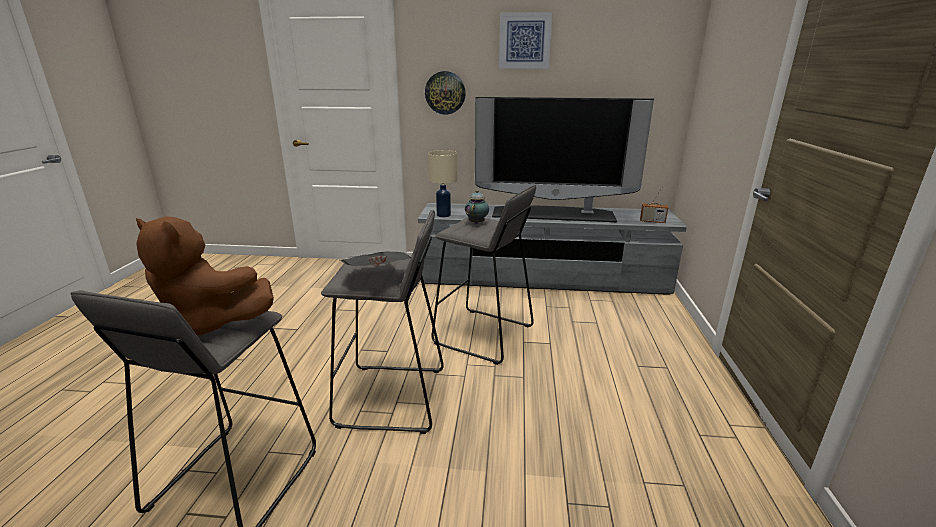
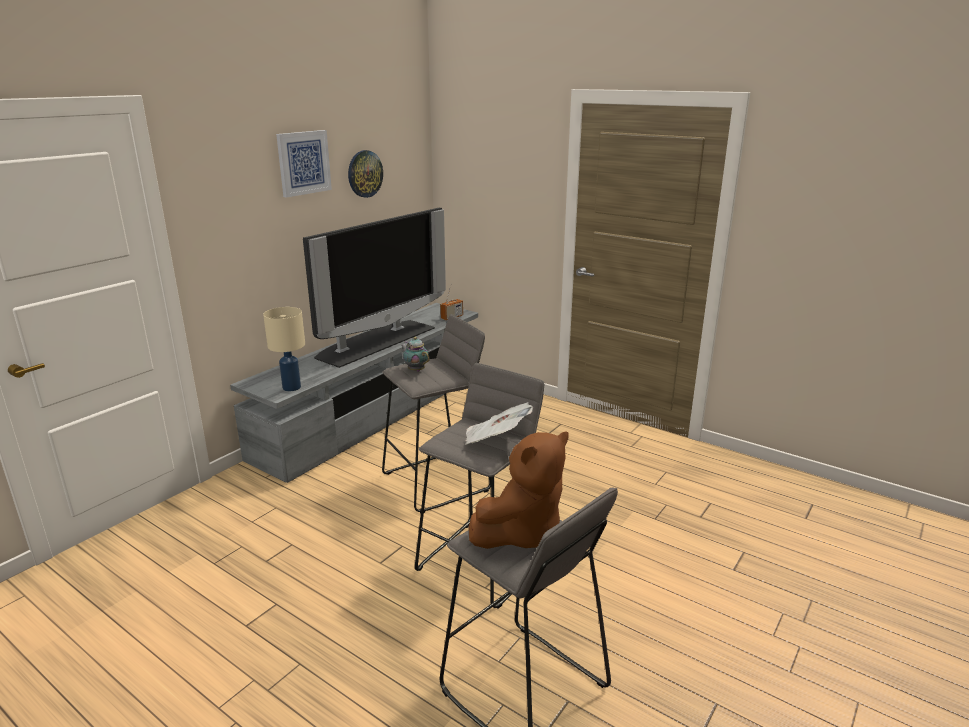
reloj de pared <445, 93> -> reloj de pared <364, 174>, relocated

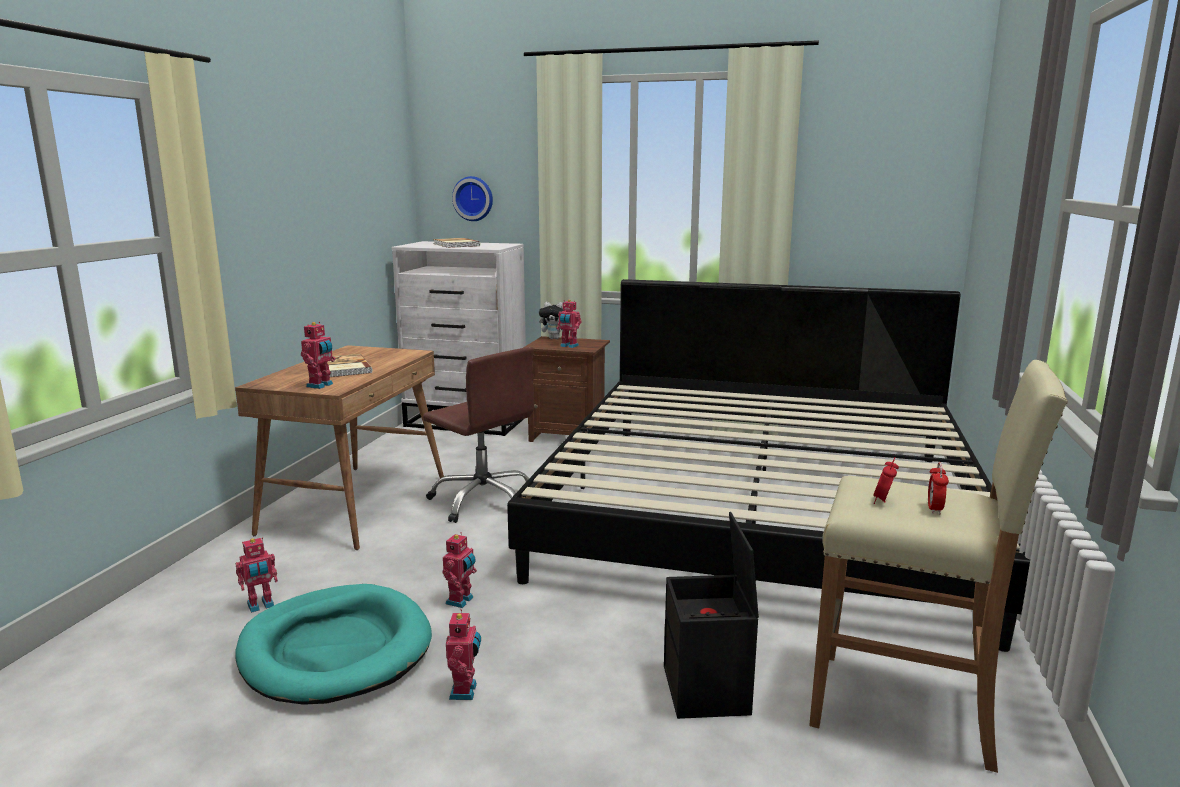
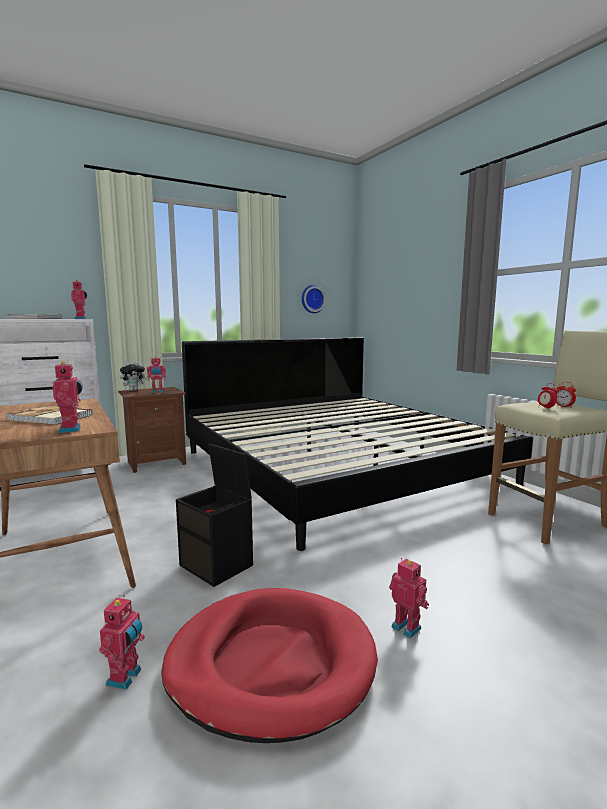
reloj de pared <473, 198> -> reloj de pared <312, 299>, relocated
silla de oficina (marrón) <484, 500> -> none
caja de almacenaje (negro) <707, 691> -> caja de almacenaje (negro) <218, 565>, relocated
robot de juguete <461, 601> -> robot de juguete <81, 318>, relocated
cama para perro (turquesa) <335, 649> -> cama para perro (rojo) <271, 663>

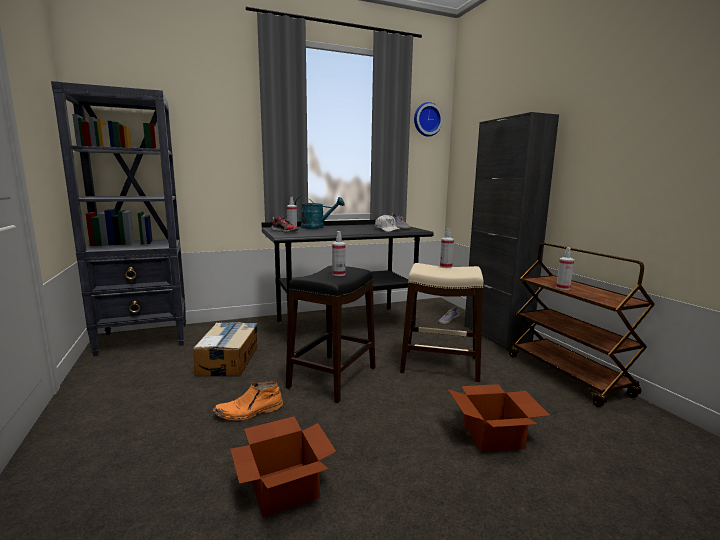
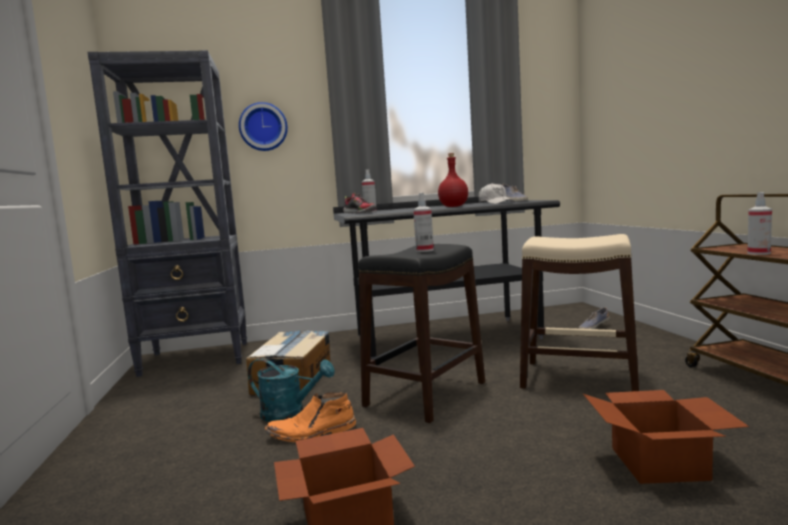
reloj de pared <426, 119> -> reloj de pared <263, 127>, relocated
armario (negro) <496, 335> -> none
regadera (turquesa) <317, 227> -> regadera (turquesa) <290, 413>, relocated
pulverizador <445, 267> -> none
none -> botella (rojo) <454, 206>

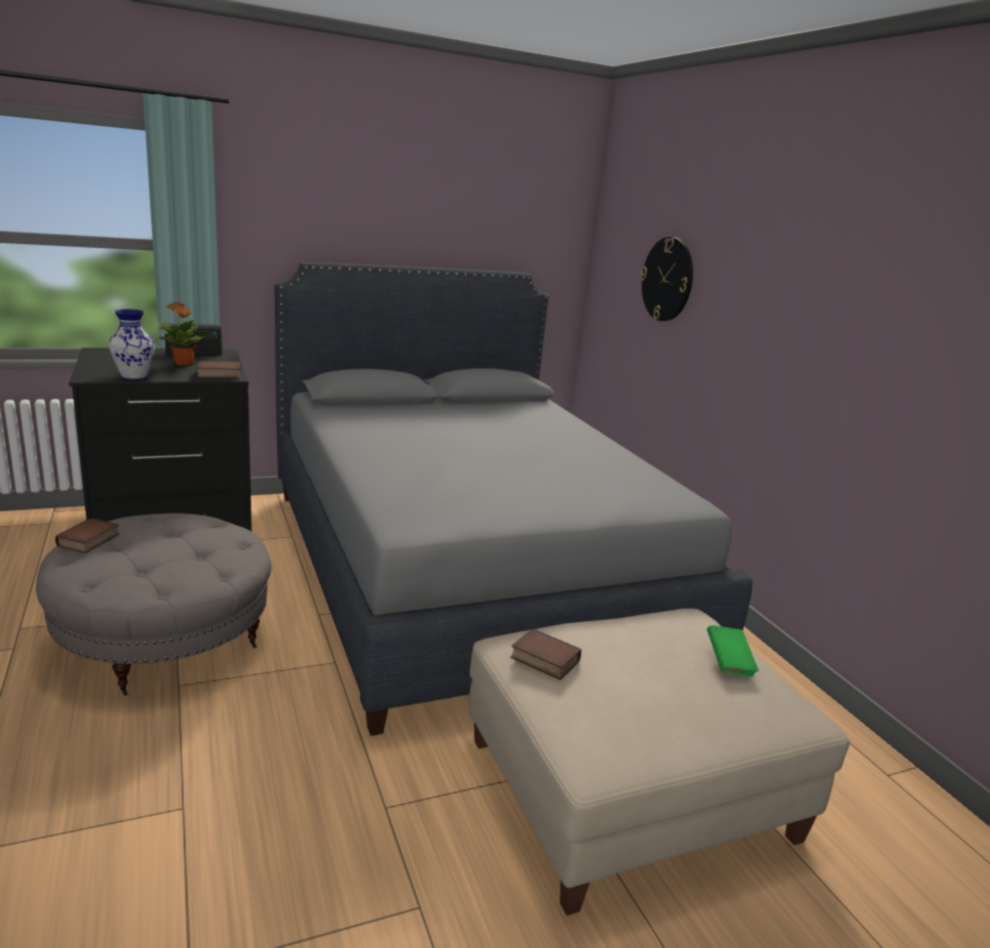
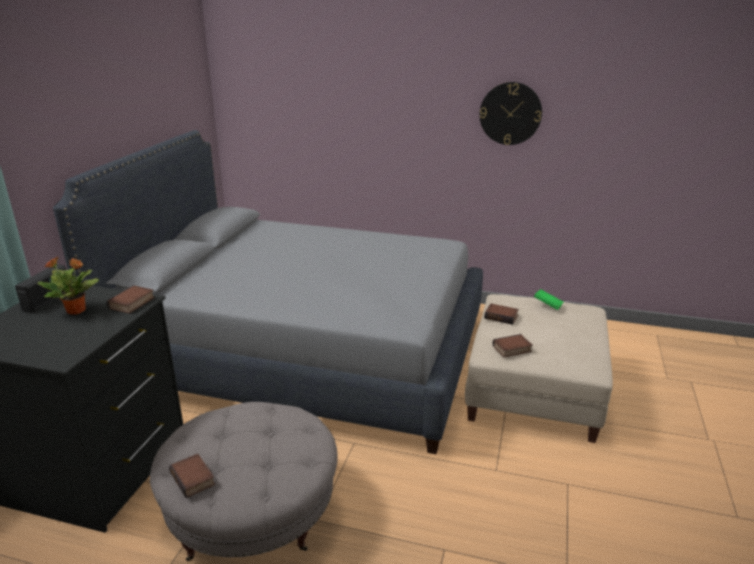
reloj de pared <667, 279> -> reloj de pared <510, 113>, relocated
florero <133, 377> -> none
none -> libro <501, 316>

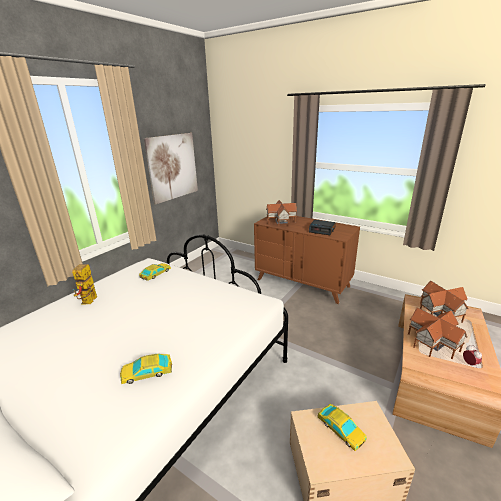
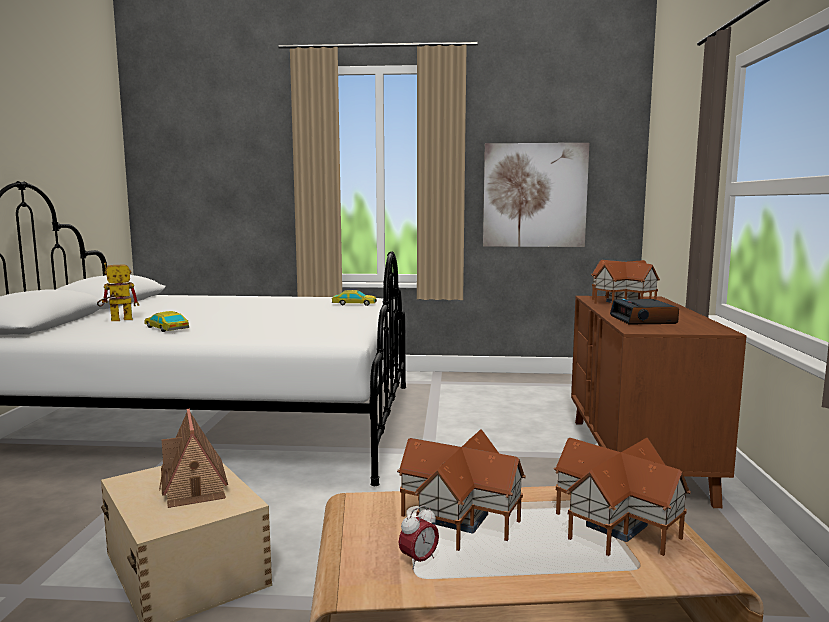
robot de juguete <89, 302> -> robot de juguete <116, 320>, relocated
coche de juguete <341, 429> -> casita <194, 486>

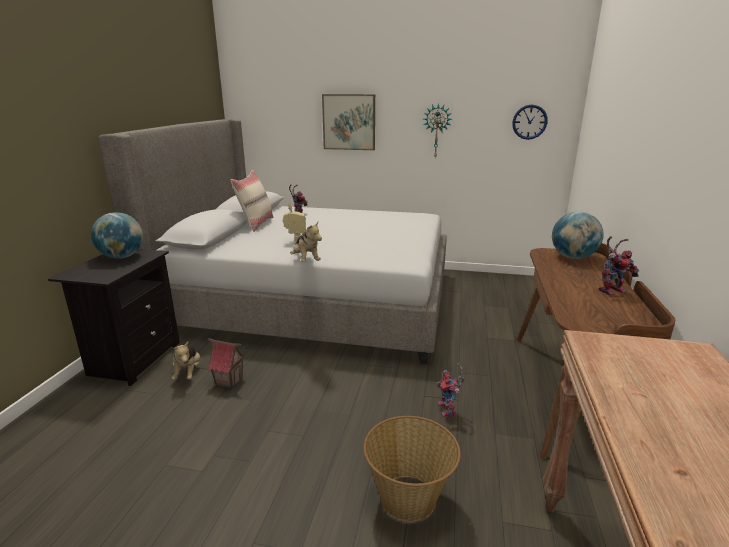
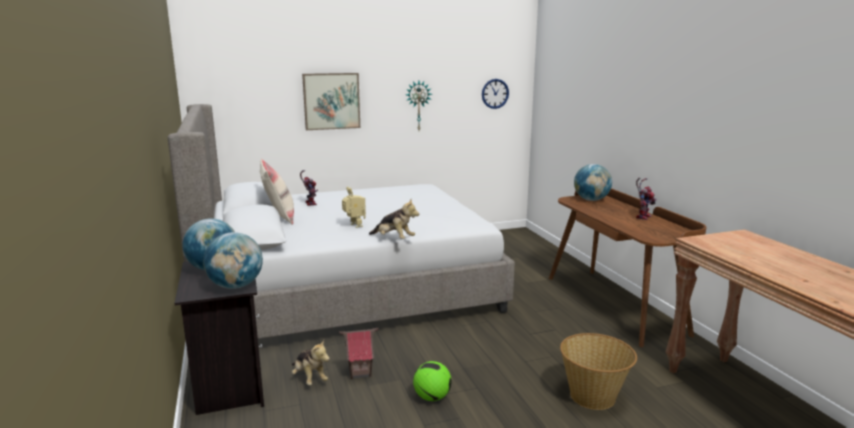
robot de juguete <449, 411> -> none
none -> globo terráqueo <236, 286>
none -> balón de fútbol <432, 397>

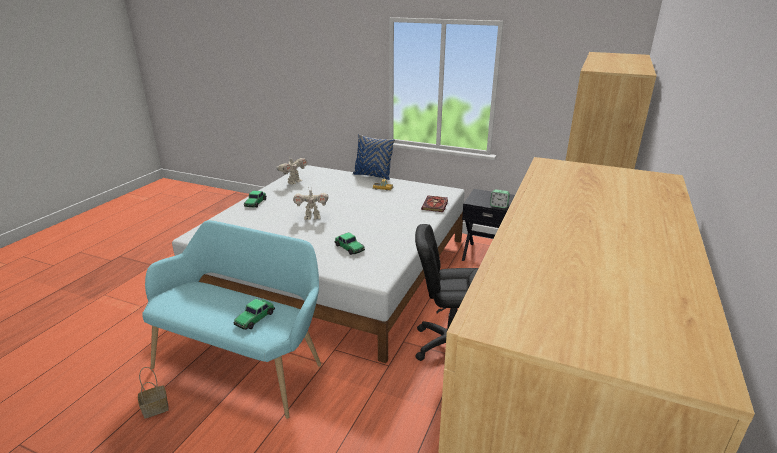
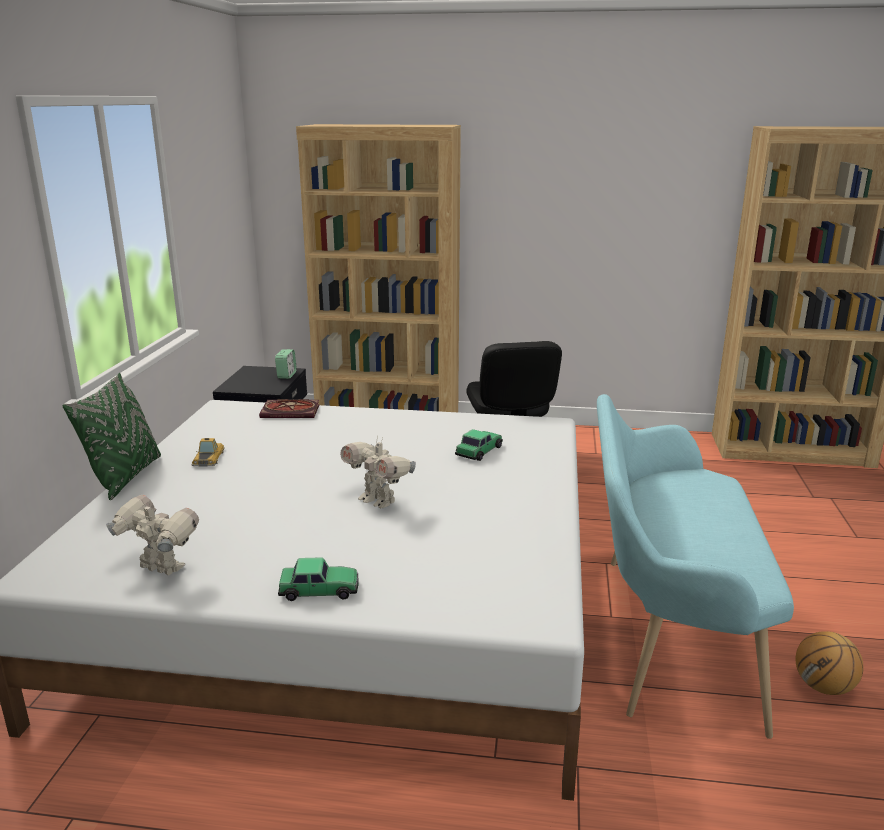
cojín (azul) <373, 175> -> cojín (verde) <125, 477>
robot de juguete <312, 217> -> robot de juguete <378, 501>, 150 degrees clockwise
coche de juguete <254, 318> -> none
cesta <154, 409> -> balón de baloncesto <823, 687>

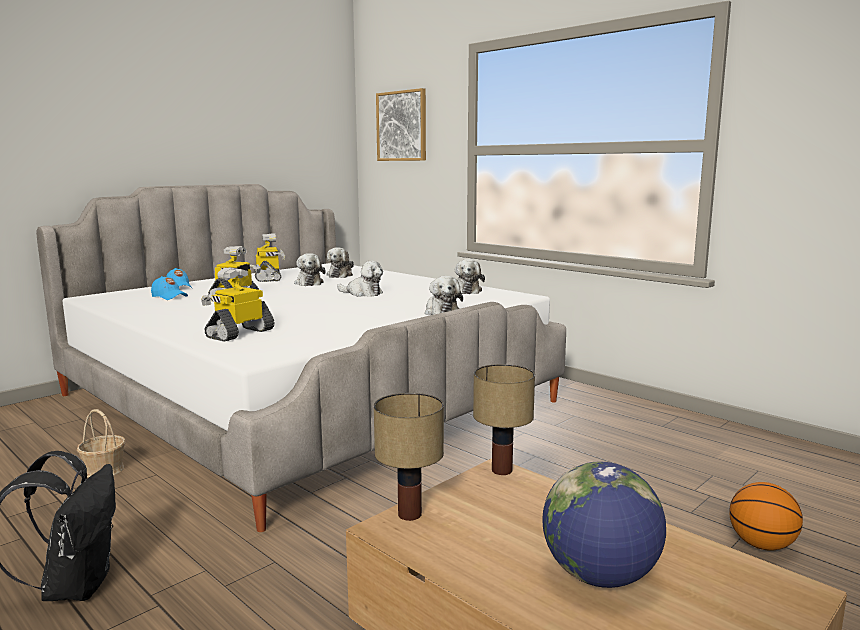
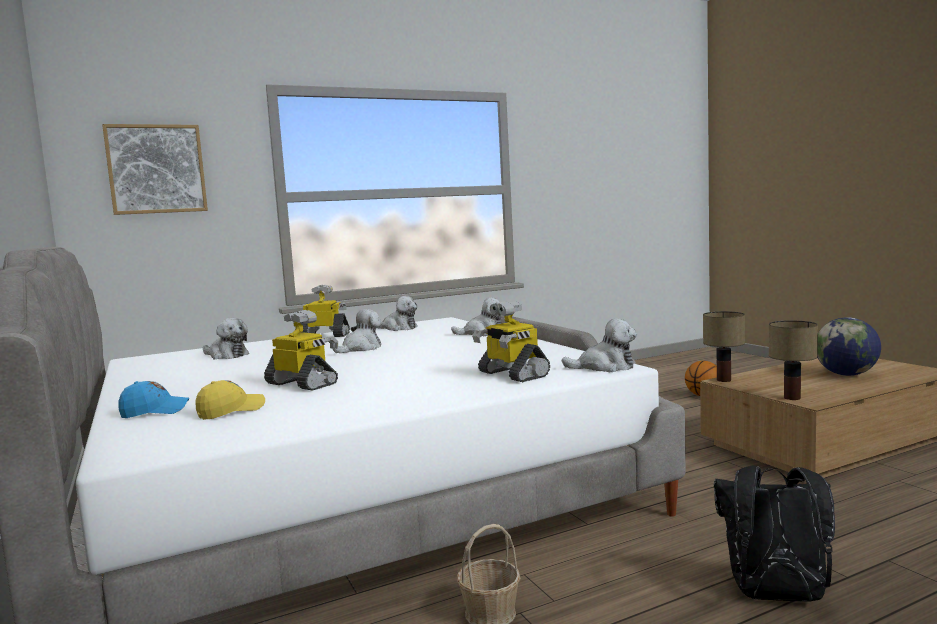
robot de juguete <268, 278> -> robot de juguete <325, 336>, relocated
peluche <309, 283> -> peluche <604, 367>, relocated
gorra (azul) <169, 297> -> gorra (amarillo) <231, 411>

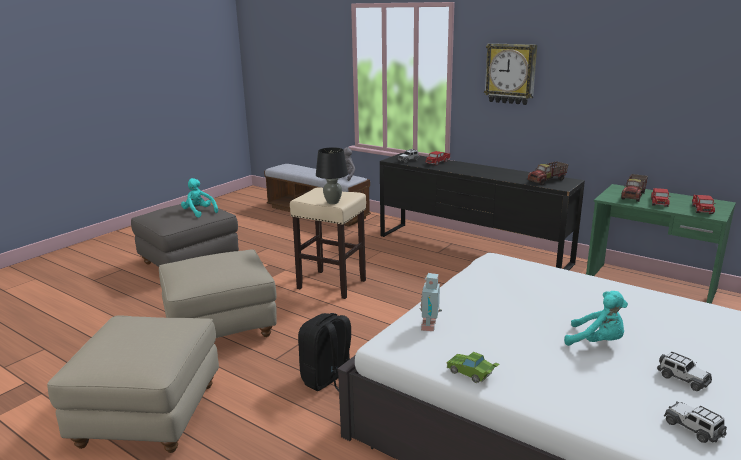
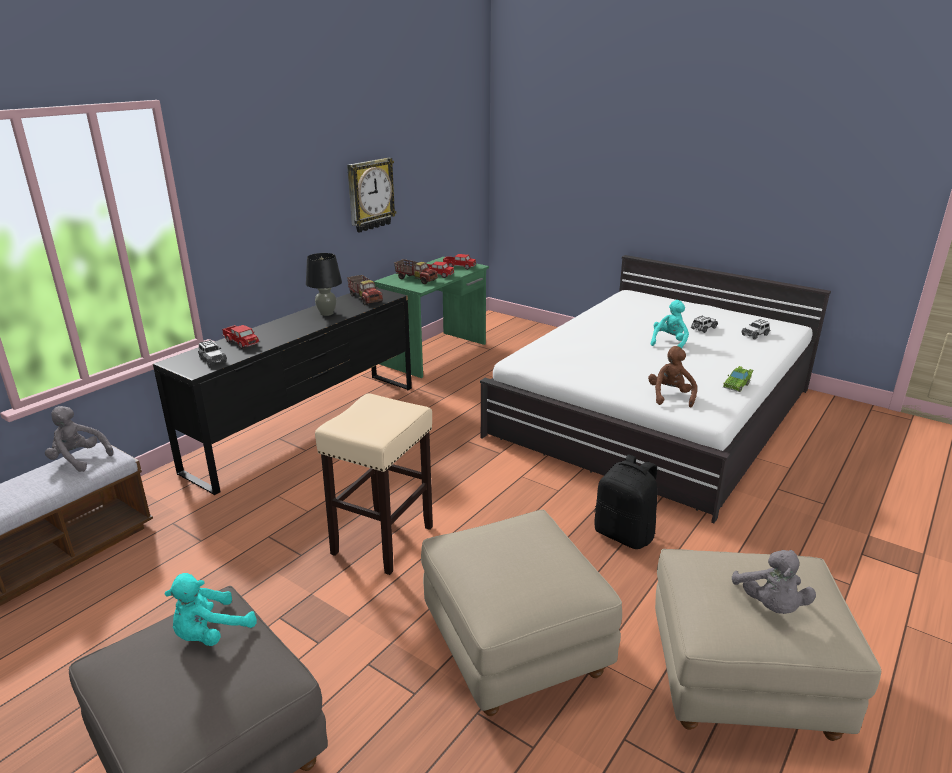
reloj de pared <510, 73> -> reloj de pared <370, 194>, relocated
lámpara de mesa (negro) <333, 202> -> lámpara de mesa (negro) <327, 313>, relocated
robot de juguete <430, 326> -> peluche (marrón) <670, 396>
none -> peluche (gris) <770, 606>

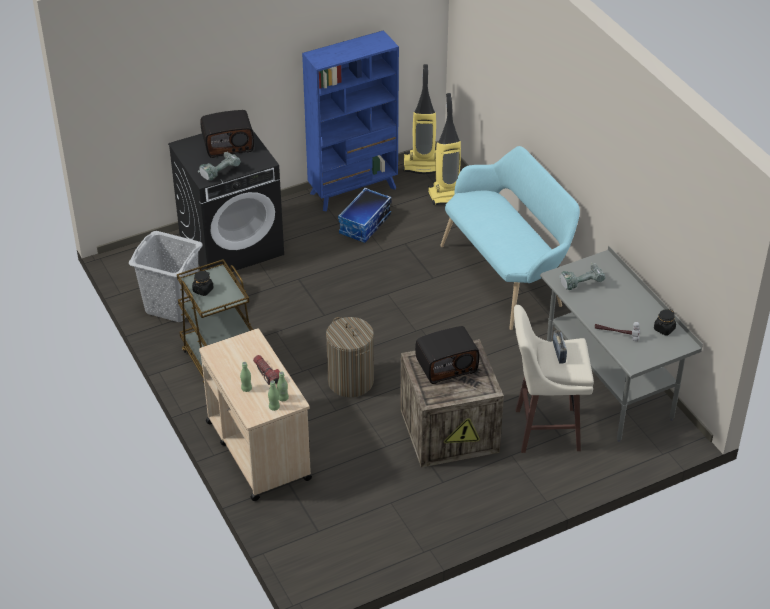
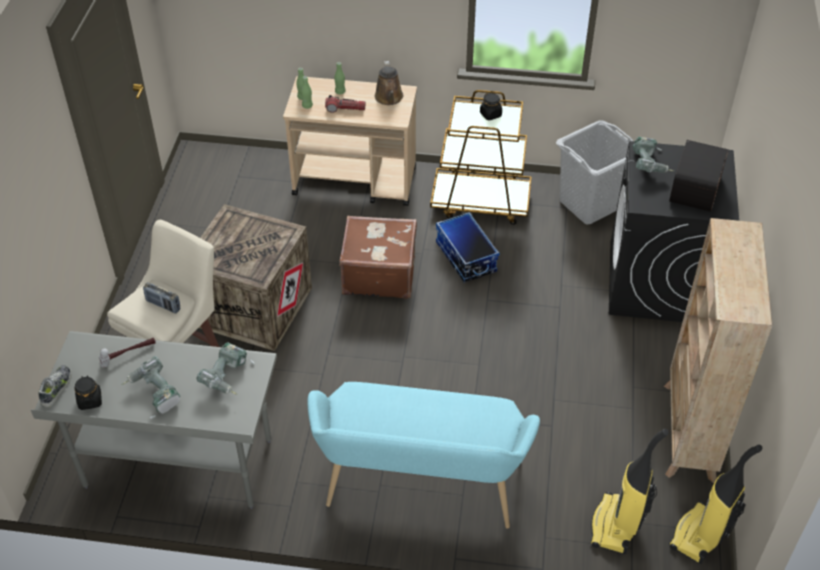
estantería (azul) <353, 191> -> estantería (beis) <688, 432>
caja de almacenaje <365, 225> -> caja de almacenaje <465, 257>, relocated
cesto de la ropa <350, 381> -> maleta (marrón) <379, 273>
radio <446, 365> -> none
none -> regadera (marrón) <389, 98>
none -> taladro <154, 394>
none -> zapato <57, 388>

